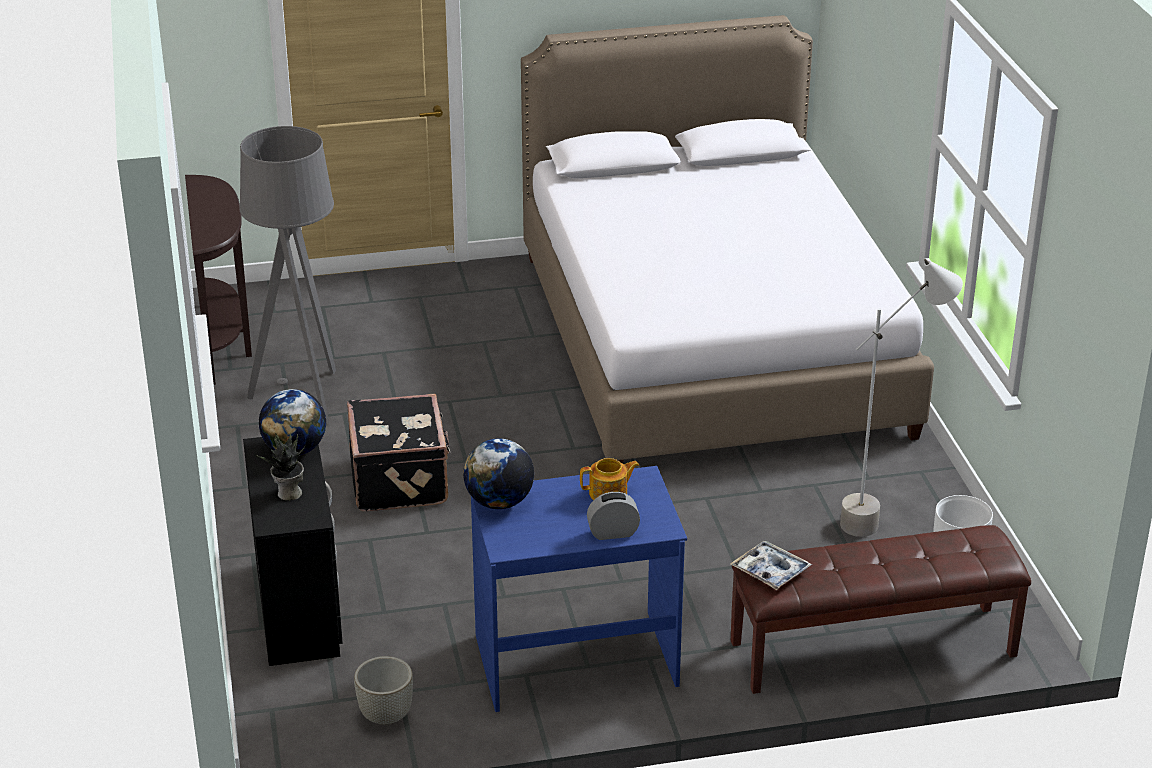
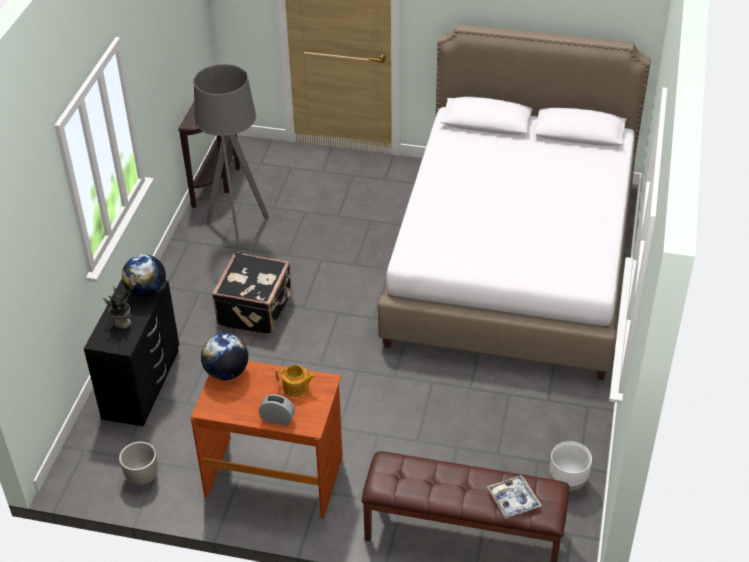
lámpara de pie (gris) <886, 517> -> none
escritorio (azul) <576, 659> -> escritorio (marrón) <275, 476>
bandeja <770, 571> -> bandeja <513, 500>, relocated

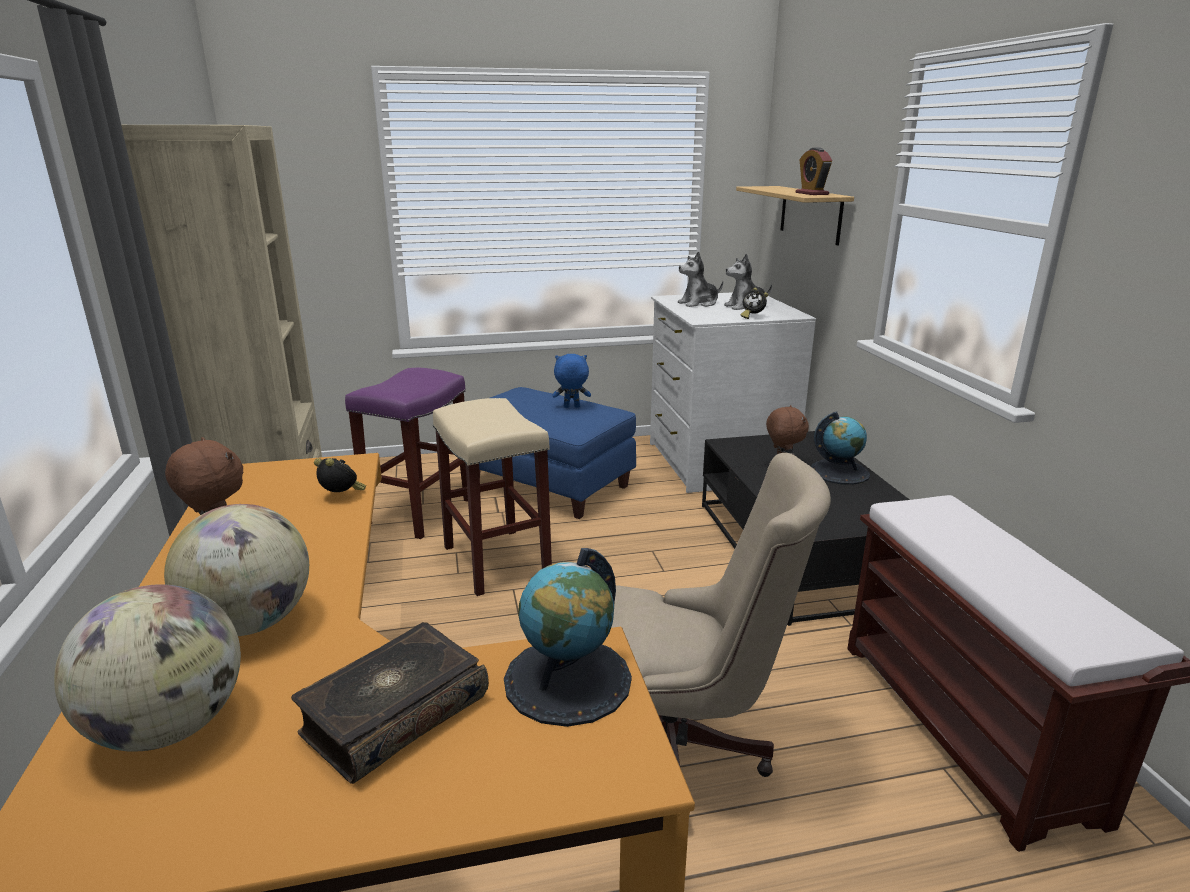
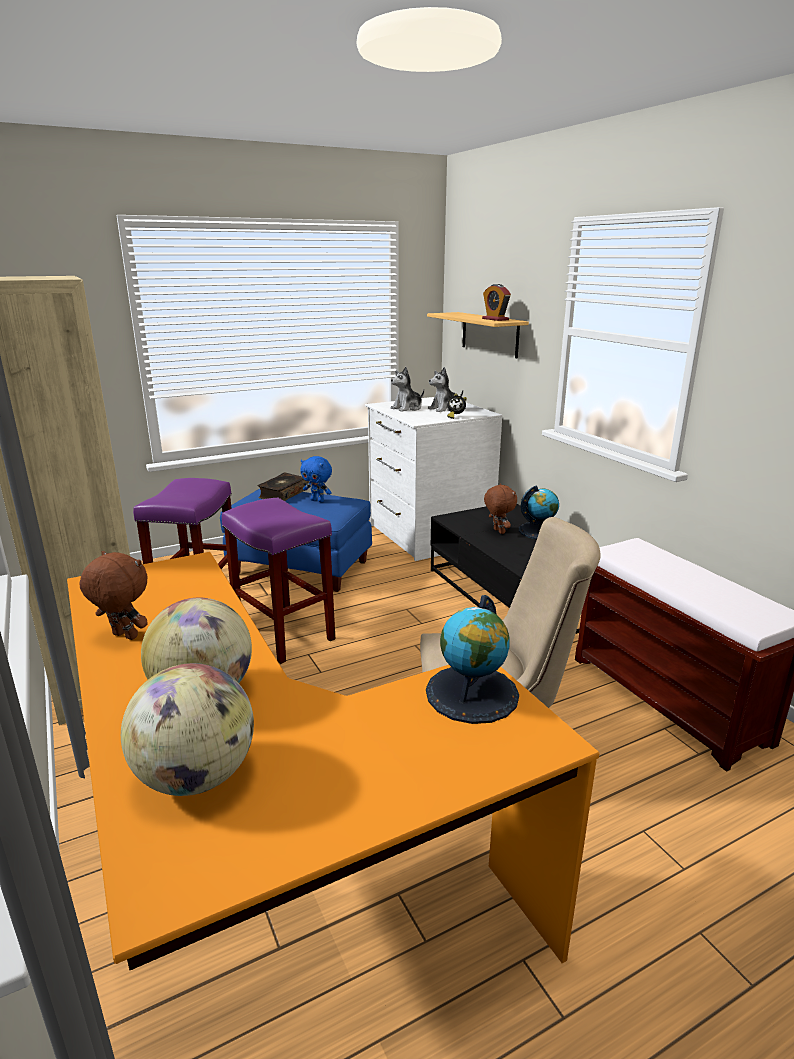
peluche (azul) <571, 407> -> peluche (azul) <318, 500>, 135 degrees counterclockwise
taburete (beis) <497, 561> -> taburete (morado) <285, 634>
despertador <342, 496> -> none
libro <394, 714> -> libro <283, 494>, relocated

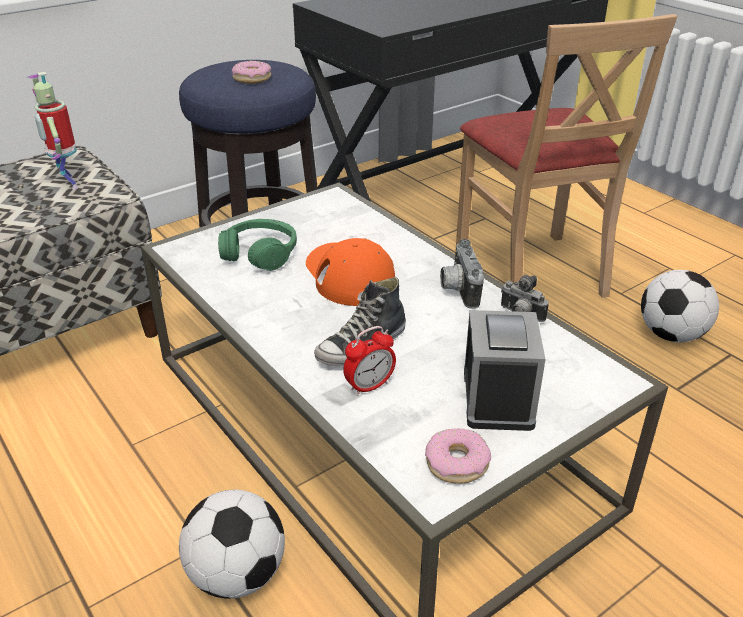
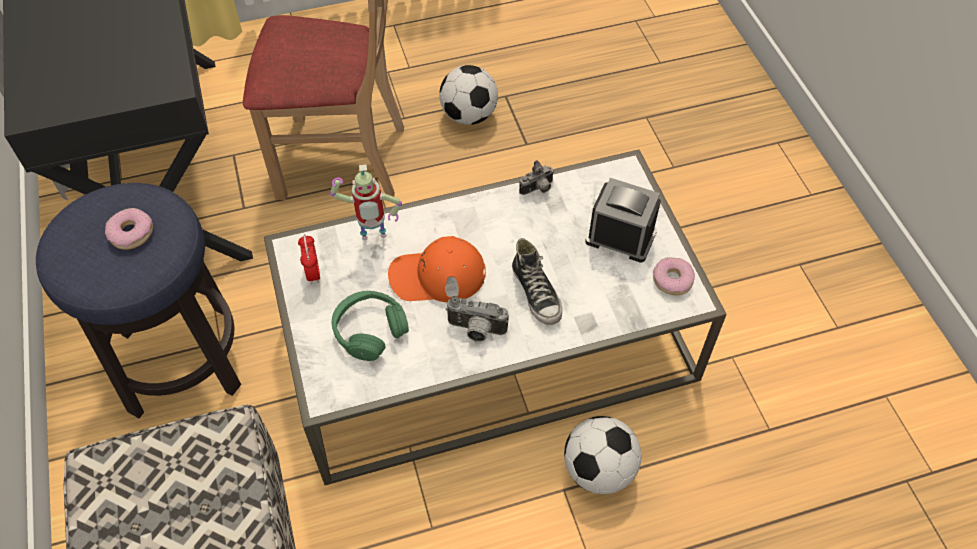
robot de juguete <68, 184> -> robot de juguete <373, 240>, relocated
cámara <457, 290> -> cámara <476, 331>, relocated
despertador <369, 386> -> despertador <313, 273>, relocated

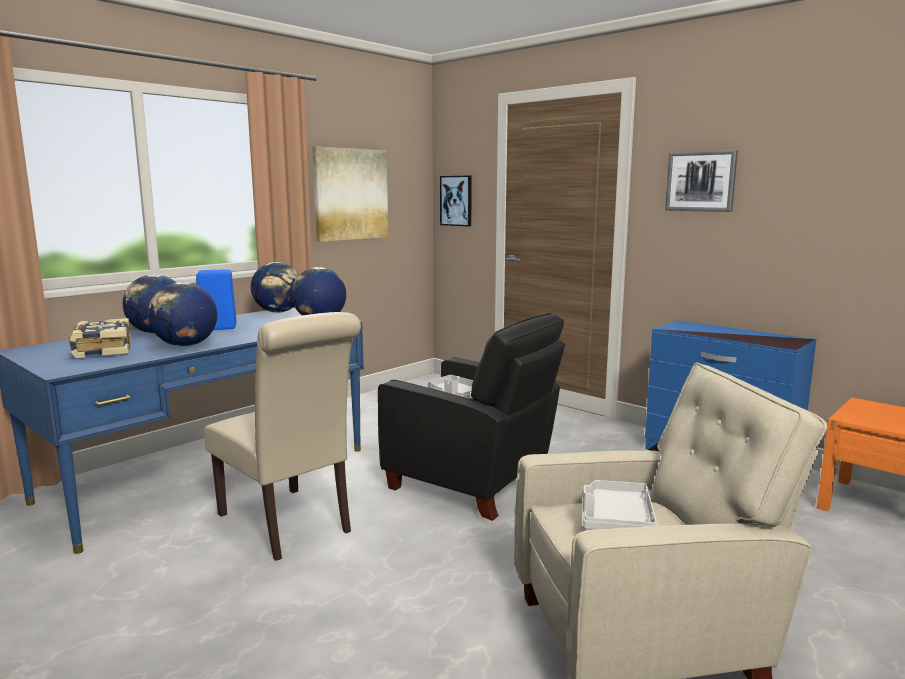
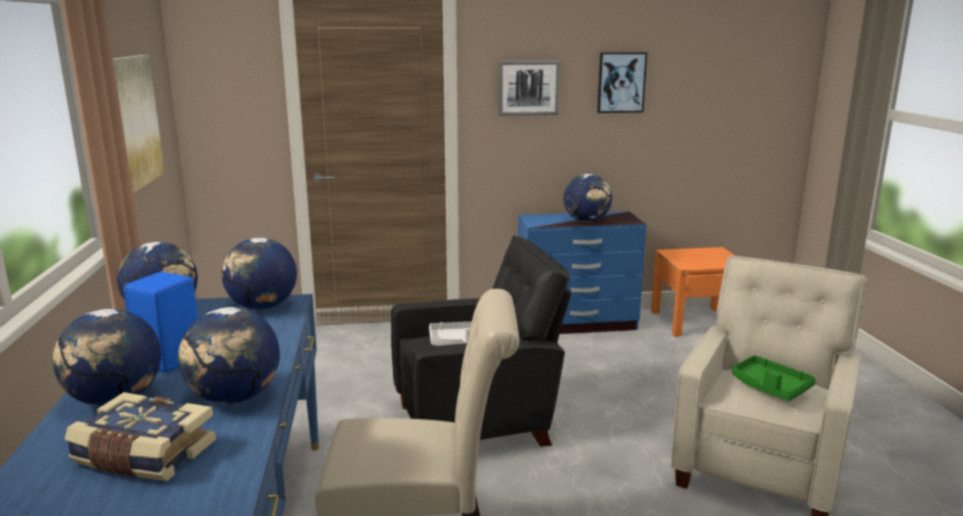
cuadro <456, 200> -> cuadro <621, 82>, relocated
bandeja (gris) <616, 519> -> bandeja (verde) <770, 387>
none -> globo terráqueo <587, 221>

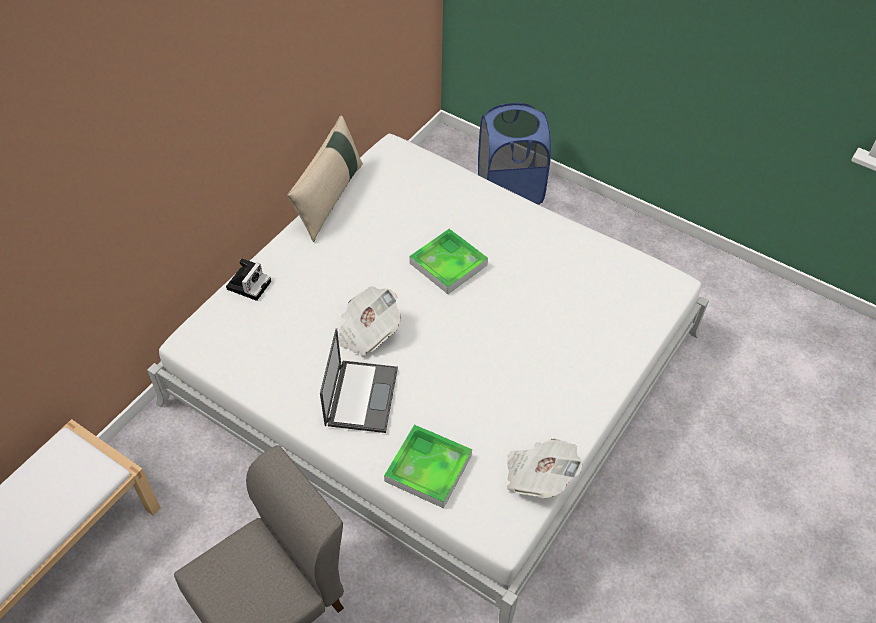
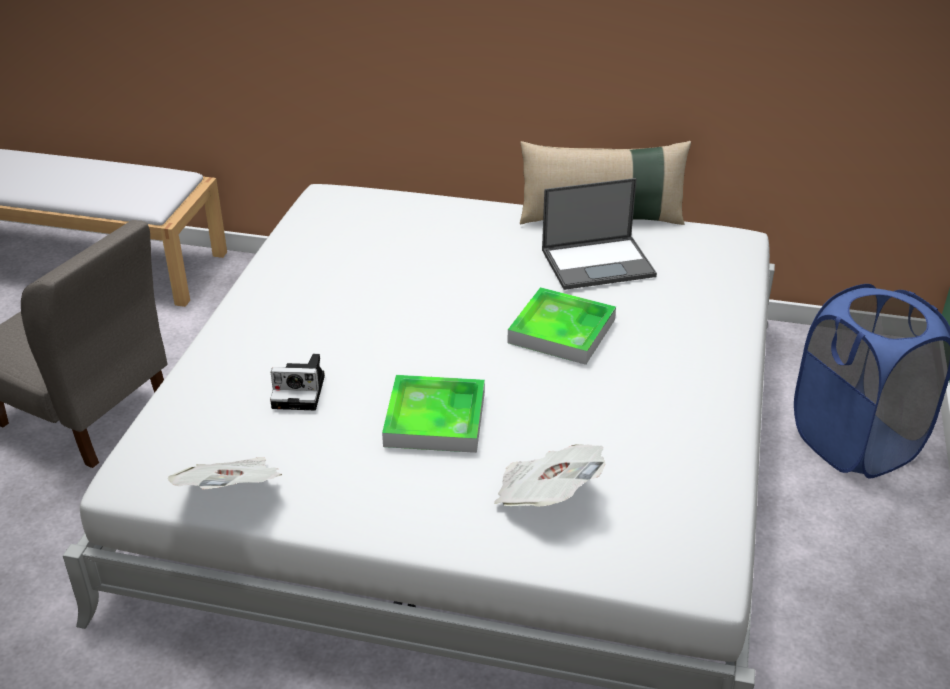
cámara <249, 284> -> cámara <301, 391>, relocated
periódico <366, 332> -> periódico <546, 496>, relocated
portátil <361, 395> -> portátil <599, 262>, relocated
bandeja <428, 468> -> bandeja <435, 419>, relocated

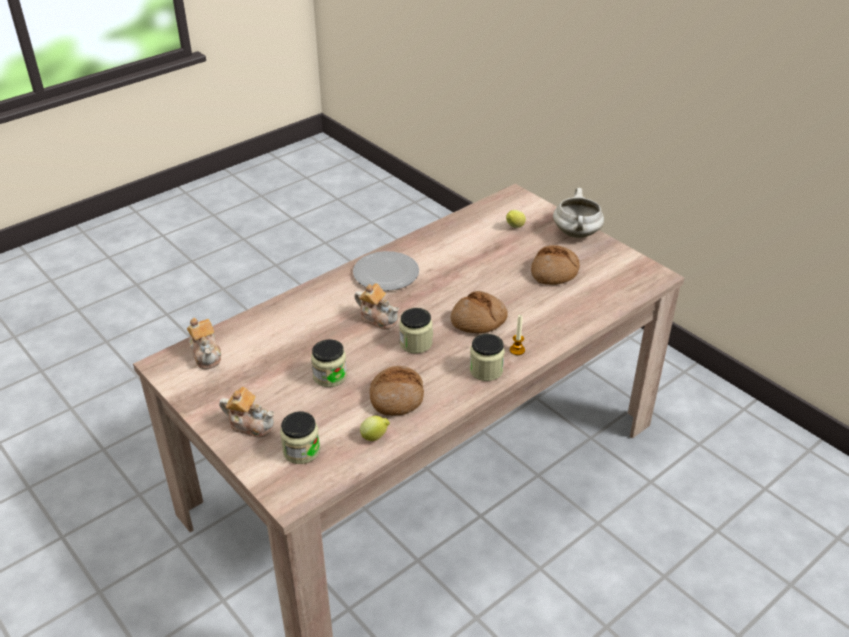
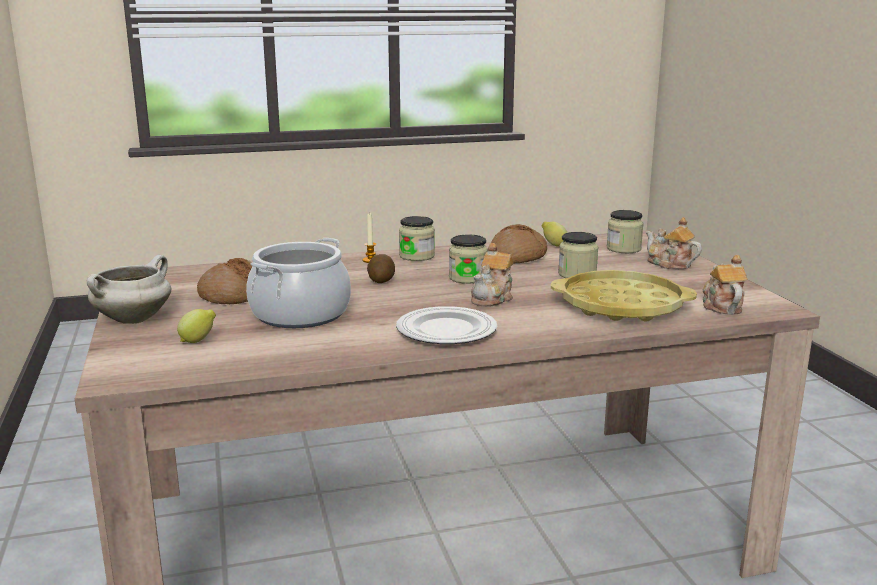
tetera <378, 318> -> tetera <493, 298>, 120 degrees counterclockwise
pan <478, 320> -> patata <381, 280>
none -> olla <301, 314>
none -> bandeja (amarillo) <621, 306>

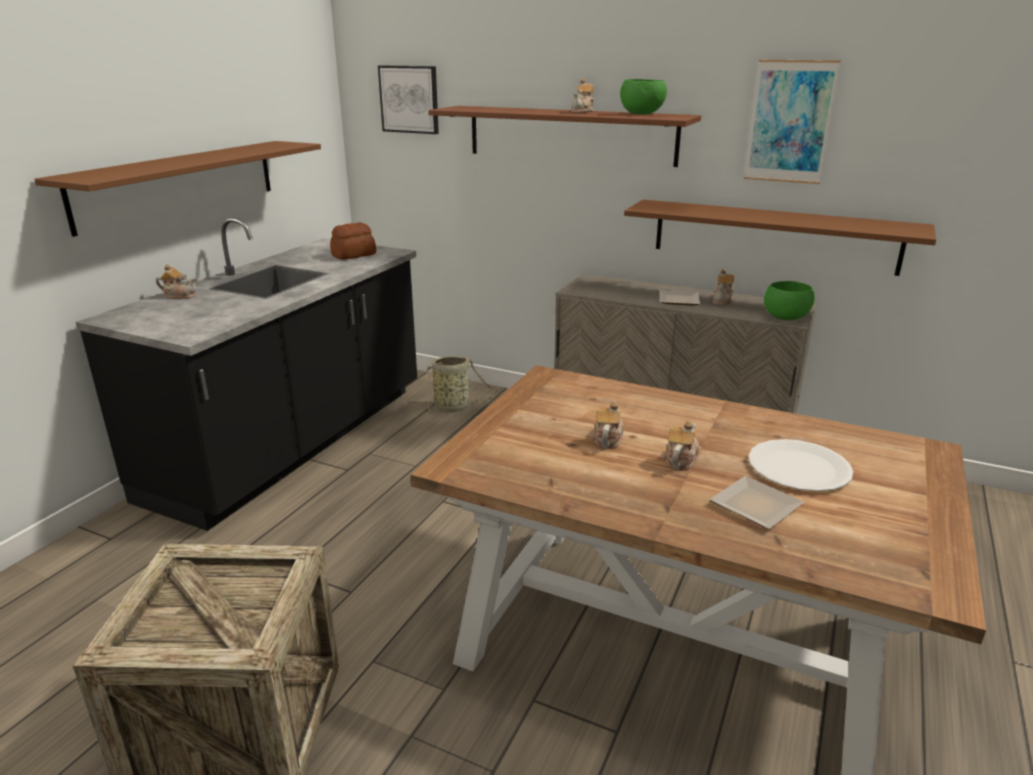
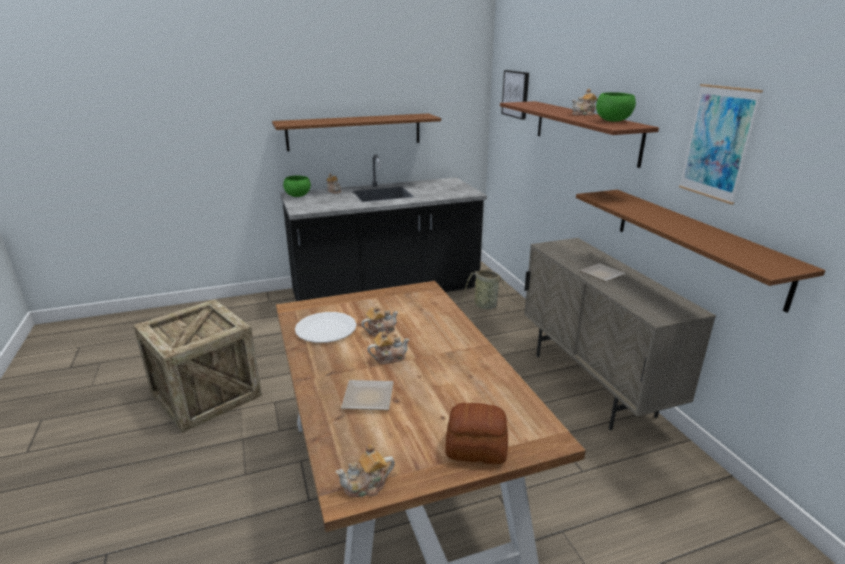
pan <353, 255> -> pan <475, 448>, relocated
tetera <722, 300> -> tetera <366, 485>, relocated
cuenco (verde) <785, 317> -> cuenco (verde) <298, 196>, relocated
plato (blanco) <798, 467> -> plato (blanco) <326, 329>, relocated

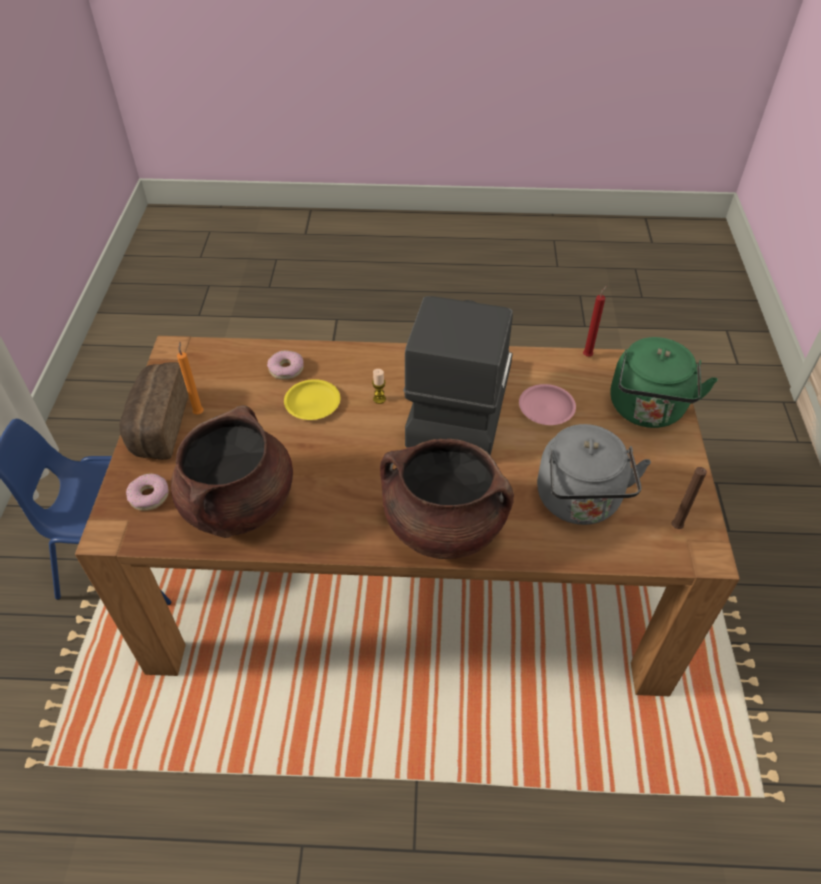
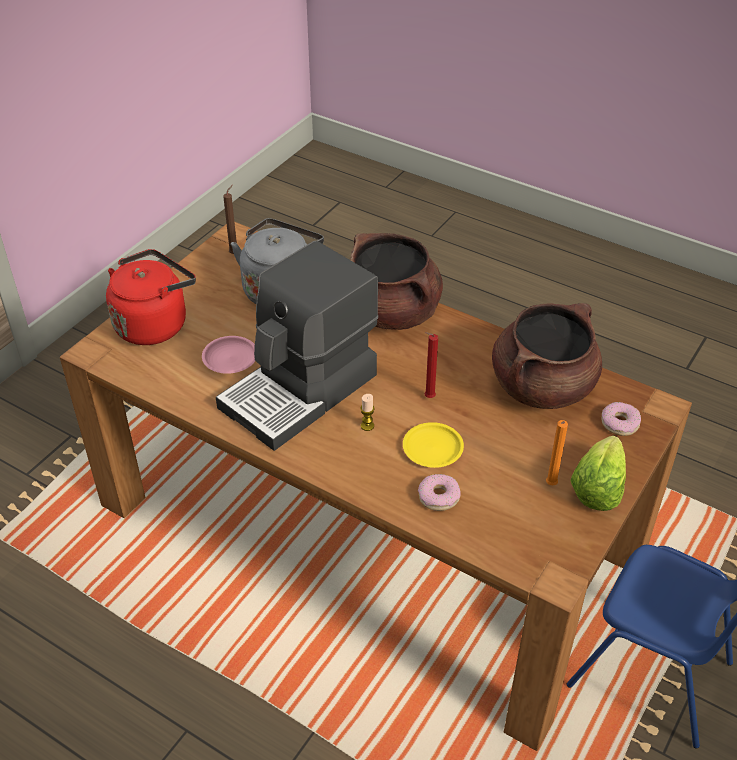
vela (rojo) <588, 355> -> vela (rojo) <428, 398>, relocated
hervidor (verde) <647, 410> -> hervidor (rojo) <154, 323>
pan <157, 425> -> lechuga <597, 489>

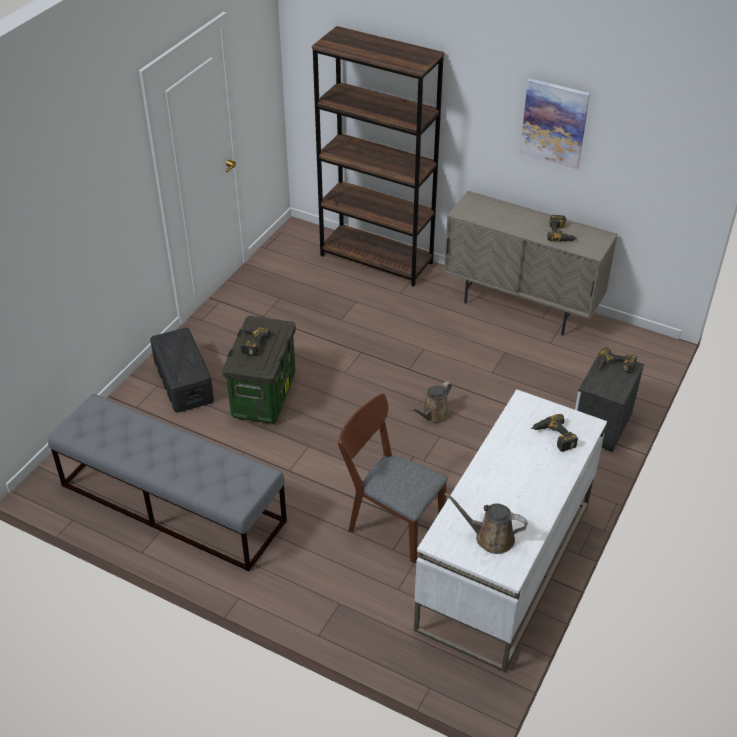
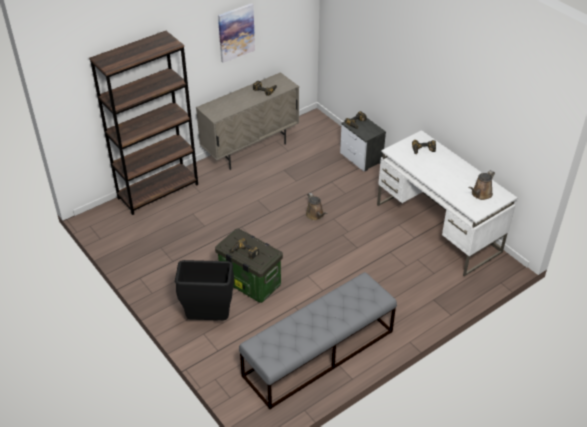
caja de almacenaje (negro) <183, 381> -> papelera (negro) <209, 319>
silla (marrón) <390, 522> -> none

